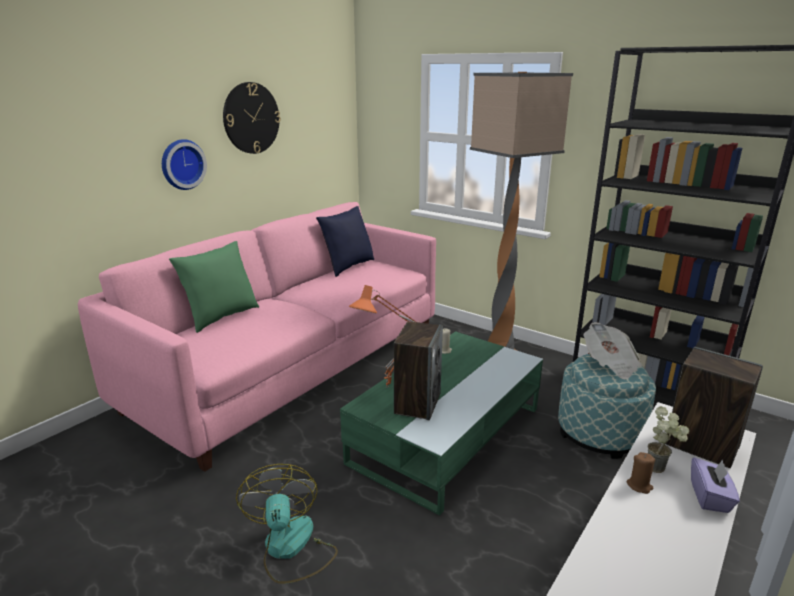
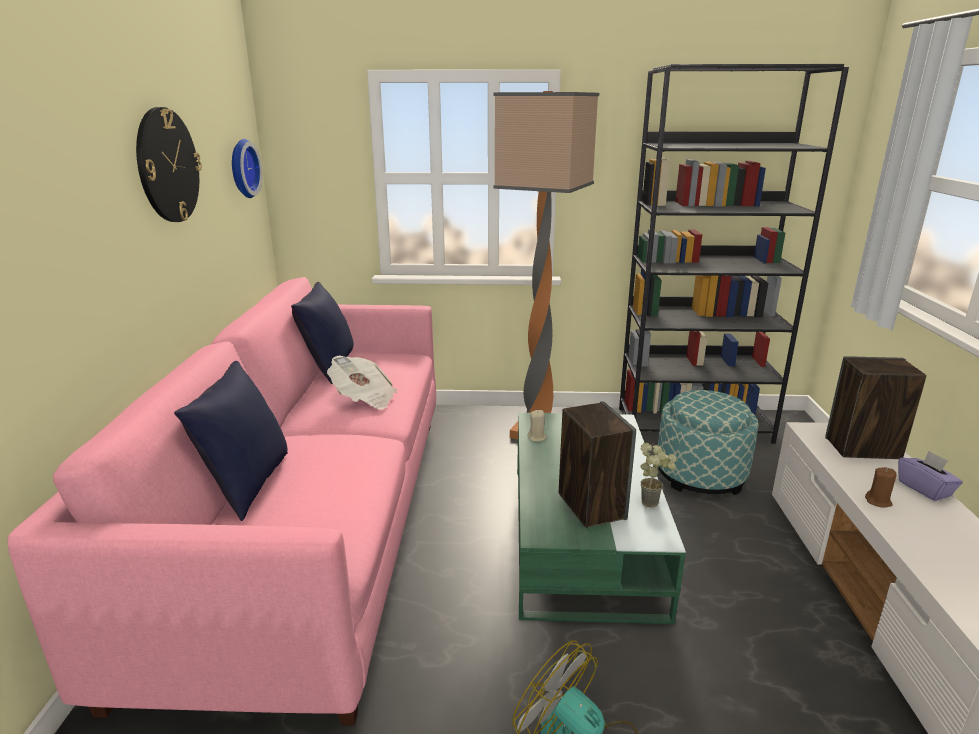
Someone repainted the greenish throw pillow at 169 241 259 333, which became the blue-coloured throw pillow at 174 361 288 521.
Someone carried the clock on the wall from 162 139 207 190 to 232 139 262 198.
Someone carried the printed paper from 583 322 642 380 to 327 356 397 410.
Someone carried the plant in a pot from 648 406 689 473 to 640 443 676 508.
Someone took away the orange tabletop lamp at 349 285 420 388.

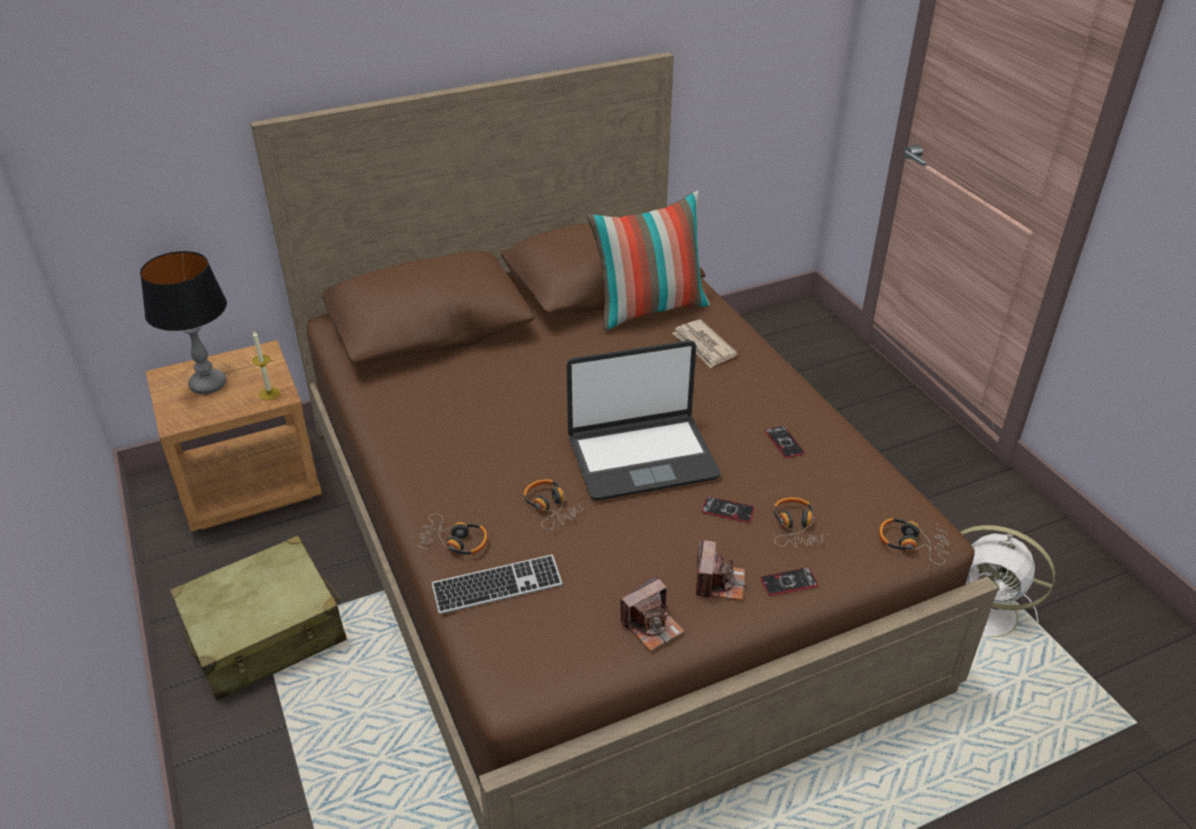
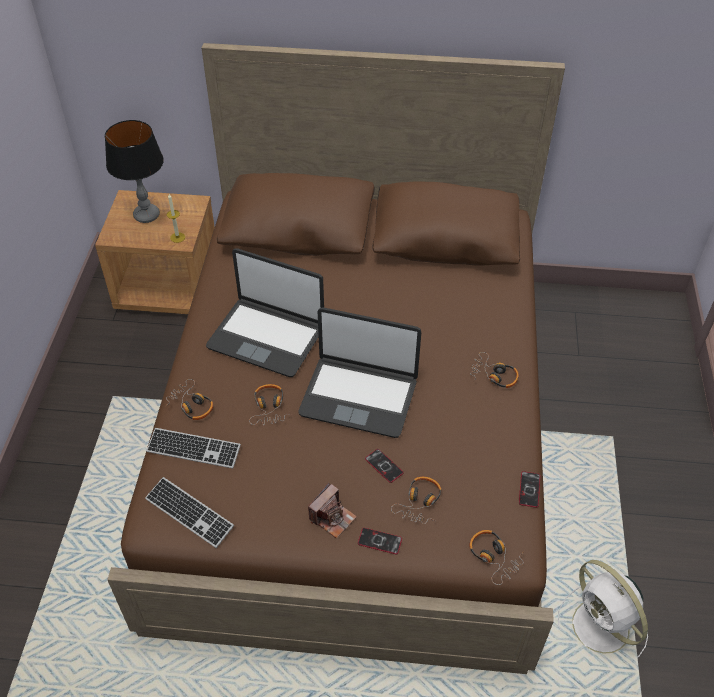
Someone put down the PC keyboard at 145 477 234 548.
Someone put down the portable computer at 206 248 324 377.
Someone put down the pair of headphones at 470 352 519 388.
Someone carried the handset from 765 425 805 458 to 519 471 540 508.
Someone took away the beige piece of luggage at 170 535 347 701.
Someone took away the throw pillow at 587 190 710 331.
Someone took away the still camera at 620 577 685 651.
Someone took away the printed paper at 672 320 738 368.

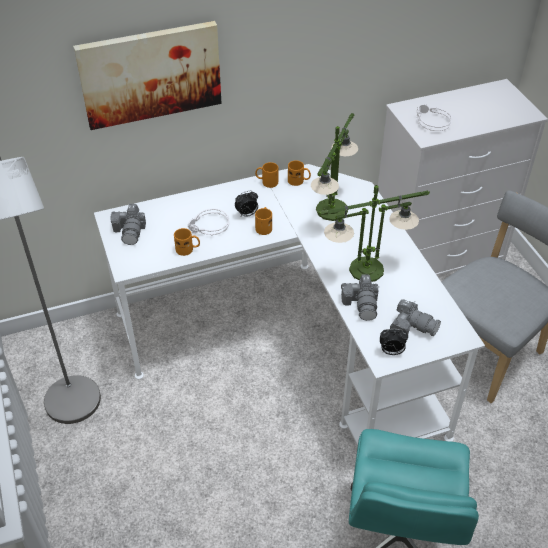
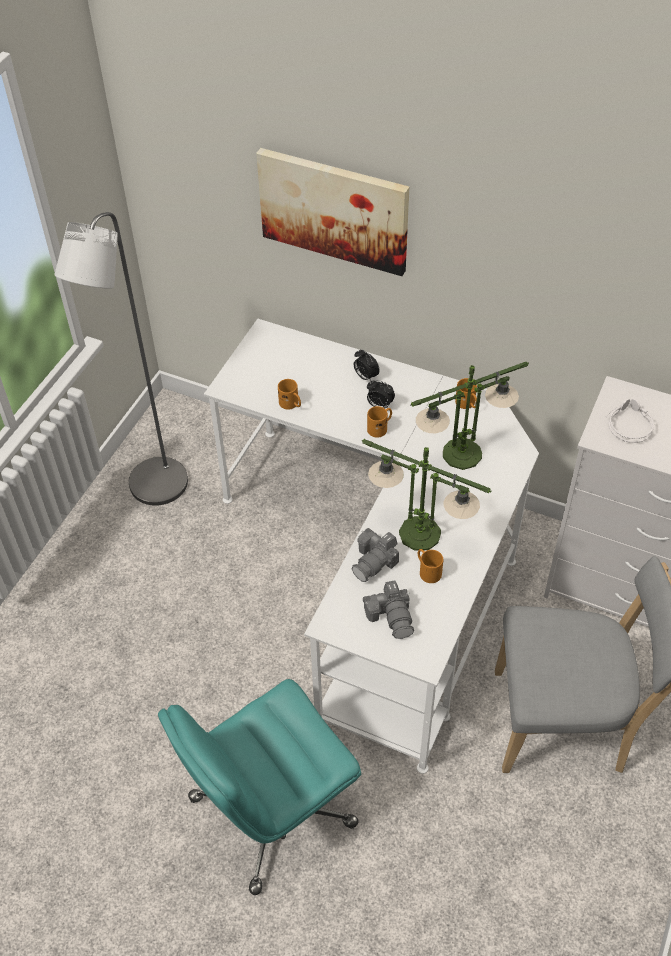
Someone carried the table clock from 380 329 408 355 to 354 349 380 381.
Someone carried the orange coffee mug from 255 162 278 188 to 418 549 443 583.
Someone took away the still camera at 110 204 146 245.
Someone took away the whitish pair of headphones at 188 209 229 235.

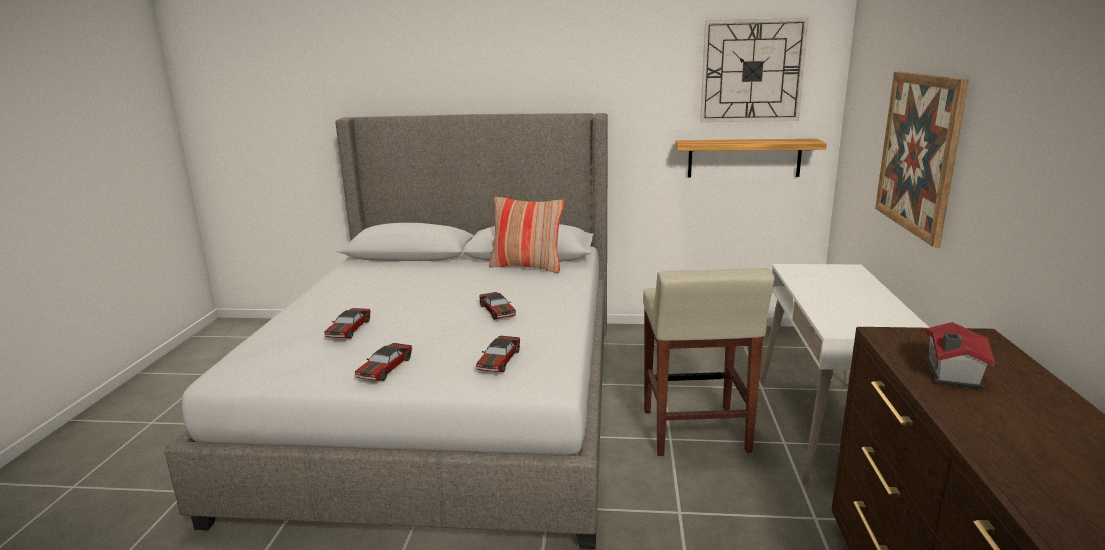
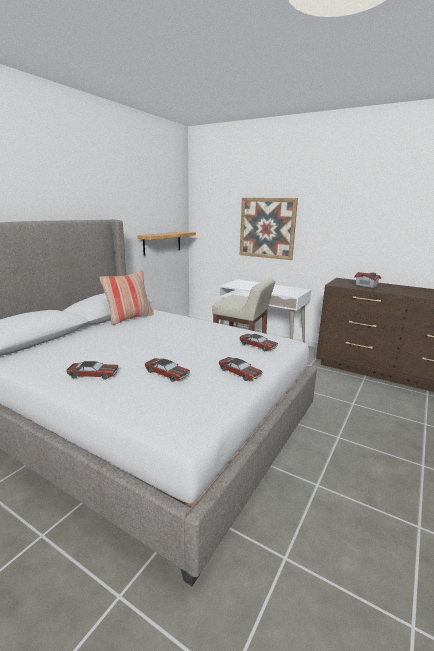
Someone carried the toy car from 479 292 516 320 to 66 361 119 380.
Someone took away the clock on the wall at 700 18 809 122.

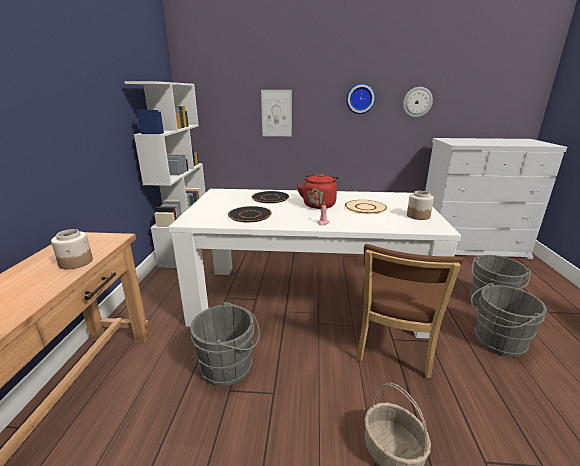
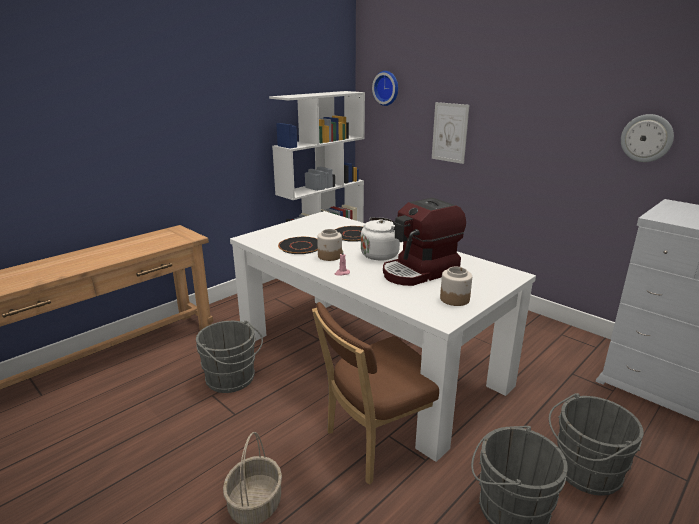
Someone carried the preserve jar from 51 229 93 270 to 317 229 342 261.
Someone repainted the red-coloured tea kettle at 297 174 339 209, which became the whitish tea kettle at 361 217 400 261.
Someone carried the clock on the wall from 346 83 376 114 to 372 71 398 106.
Someone swapped the beige plate at 345 200 387 214 for the coffee brewer at 383 198 466 286.

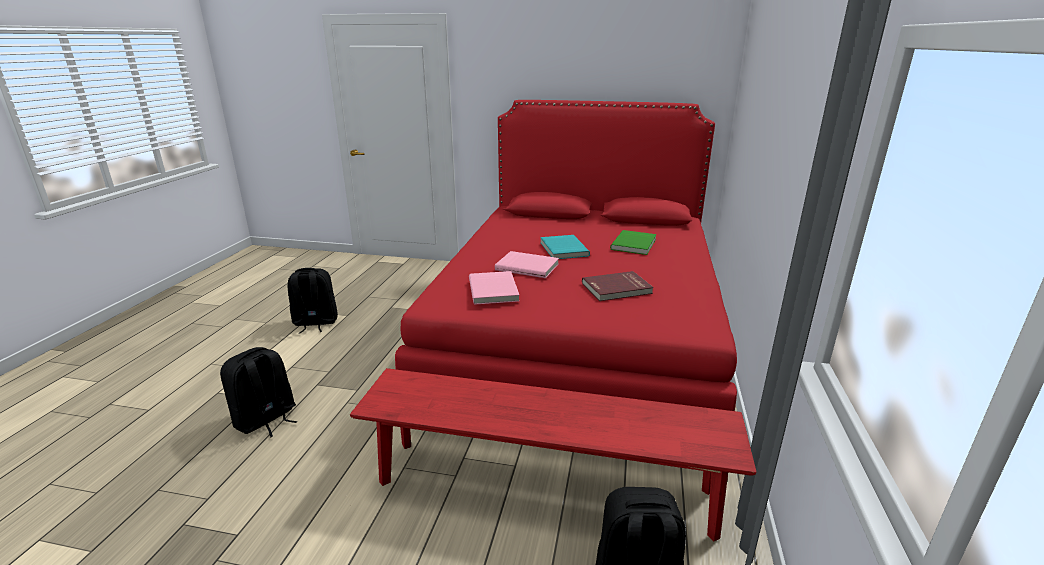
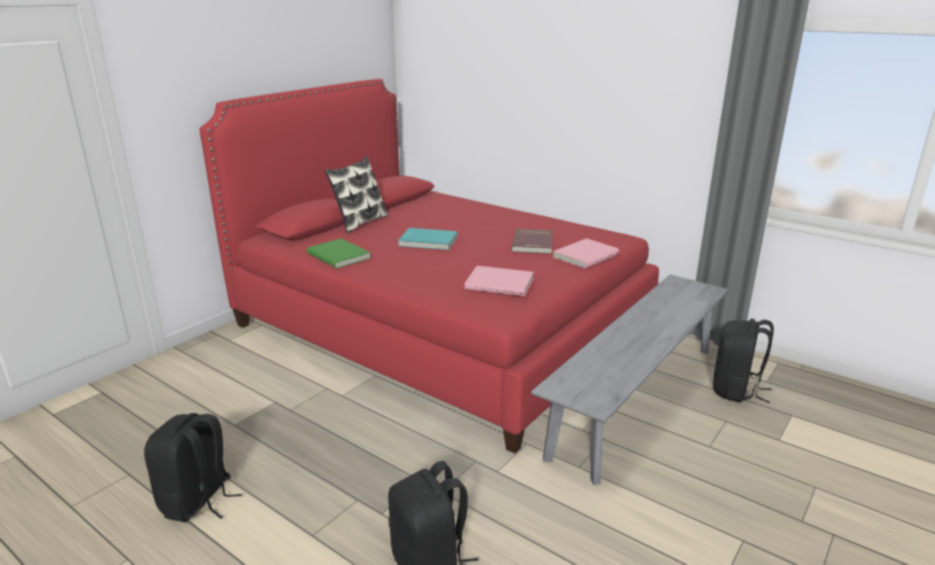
Someone carried the greenish bound book from 610 230 657 255 to 307 238 371 269.
Someone put down the throw pillow at 325 156 388 234.
Someone repainted the red-coloured indoor bench at 350 368 757 542, which became the greyish indoor bench at 531 275 729 485.
Someone carried the pink bound book from 495 251 559 278 to 553 238 619 269.

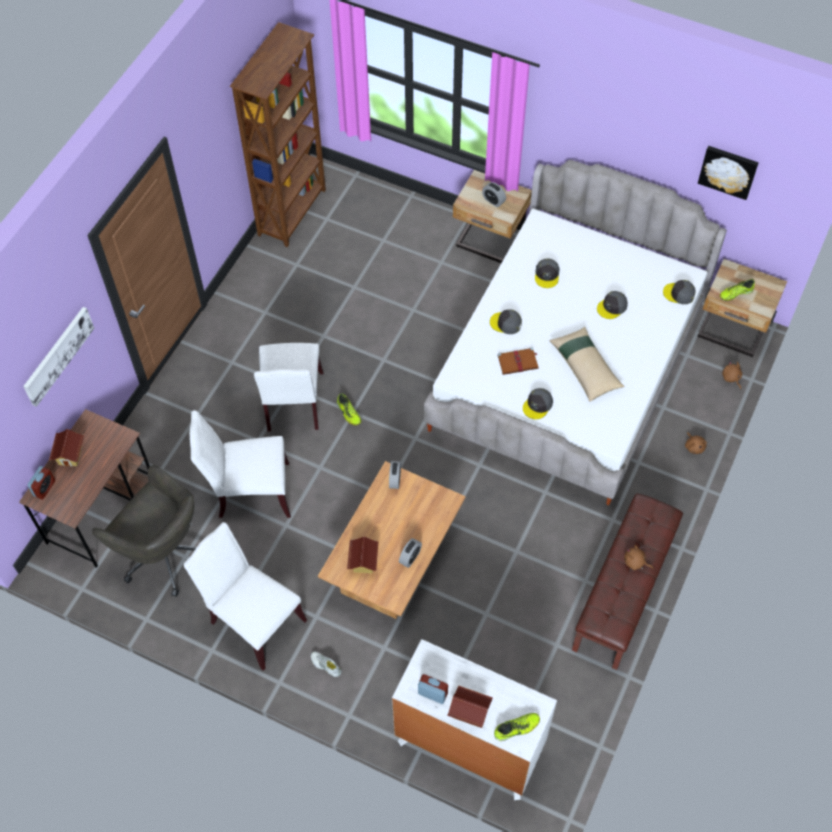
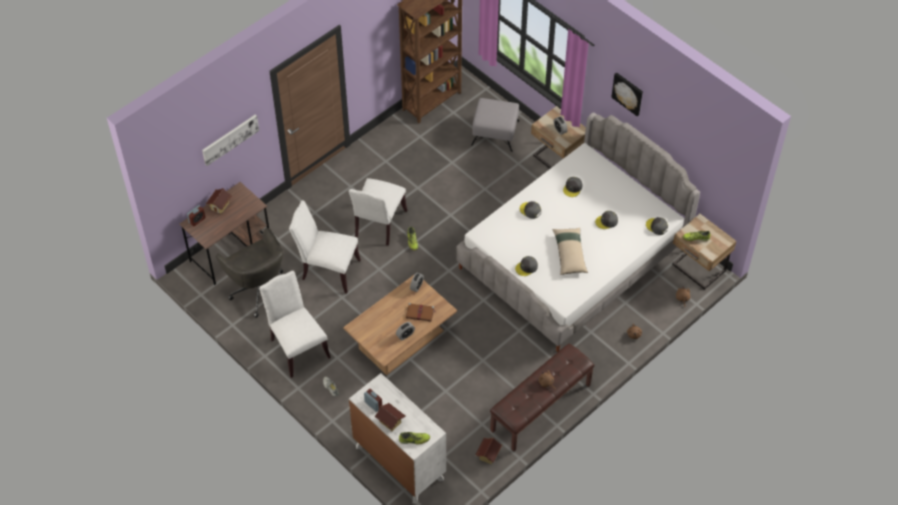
Someone carried the brown-coloured bound book from 498 348 538 375 to 406 303 435 321.
Someone put down the greyish pouffe at 471 98 519 152.
Someone carried the miniature house from 347 536 379 573 to 476 438 502 464.
Someone carried the picture from 698 146 759 200 to 611 72 643 116.

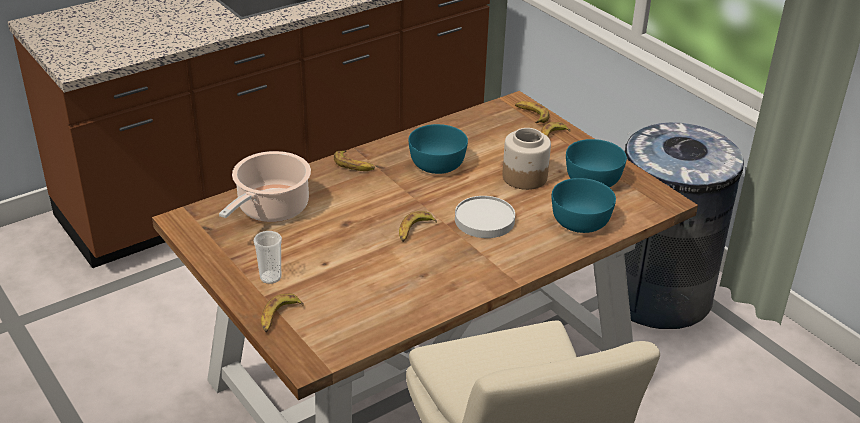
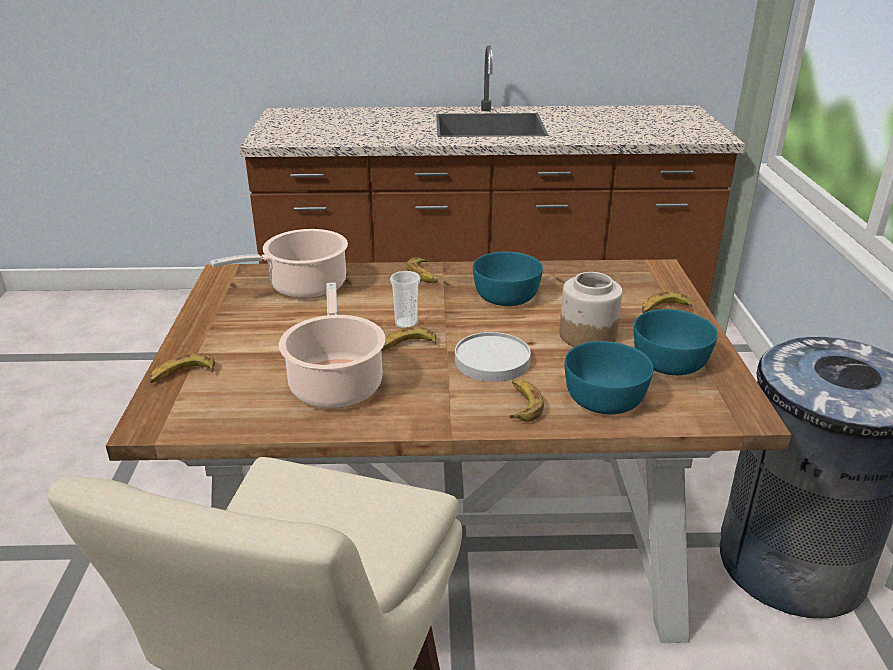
Someone put down the saucepot at 279 282 385 408.
Someone carried the cup from 254 231 282 284 to 390 271 420 328.
Someone carried the banana from 515 101 550 123 to 509 379 544 422.

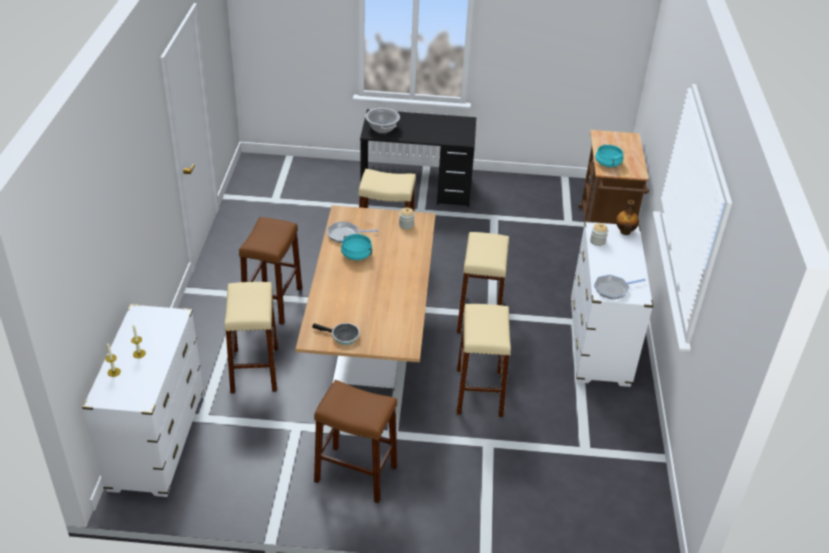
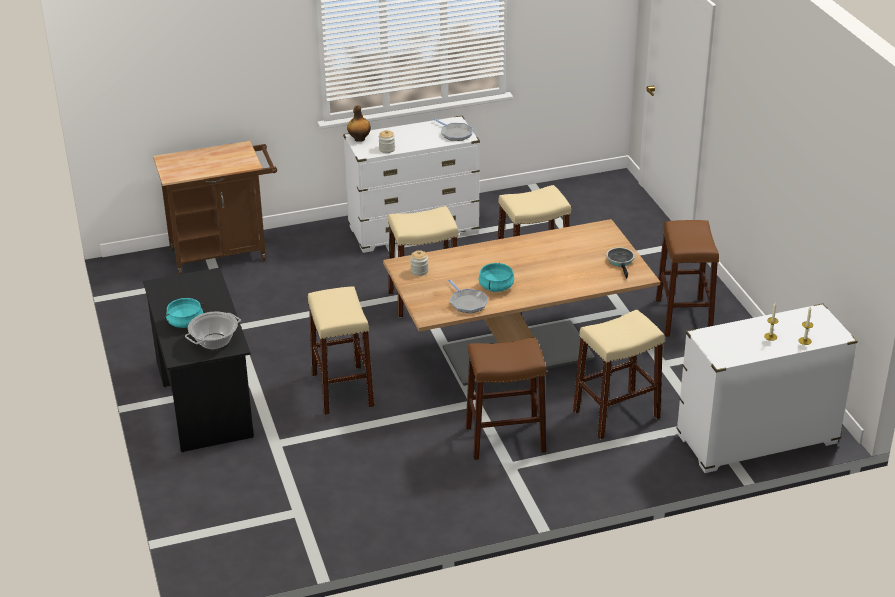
Someone carried the turquoise-coloured saucepot from 595 144 624 167 to 164 298 205 328.

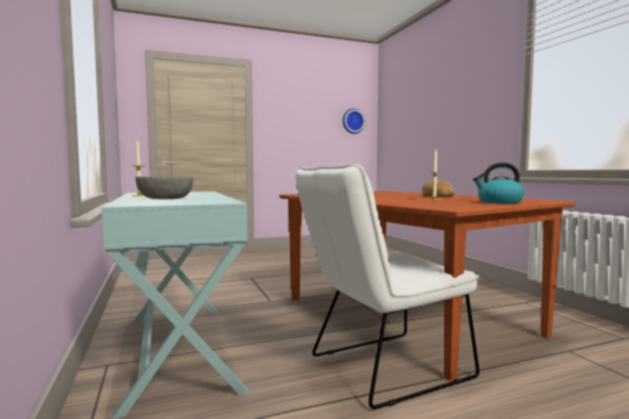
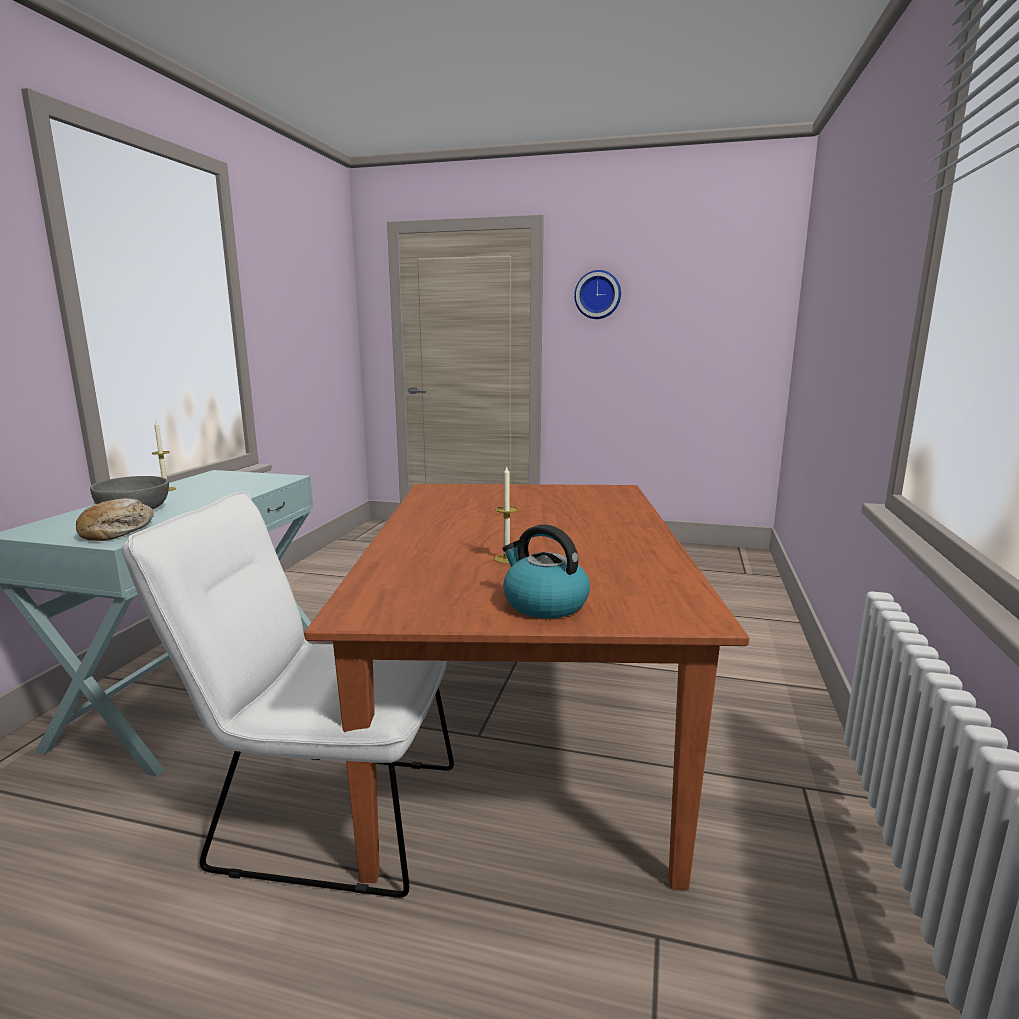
Someone carried the bread from 422 181 455 197 to 76 498 154 541.
Someone carried the clock on the wall from 343 109 365 134 to 574 270 621 319.

